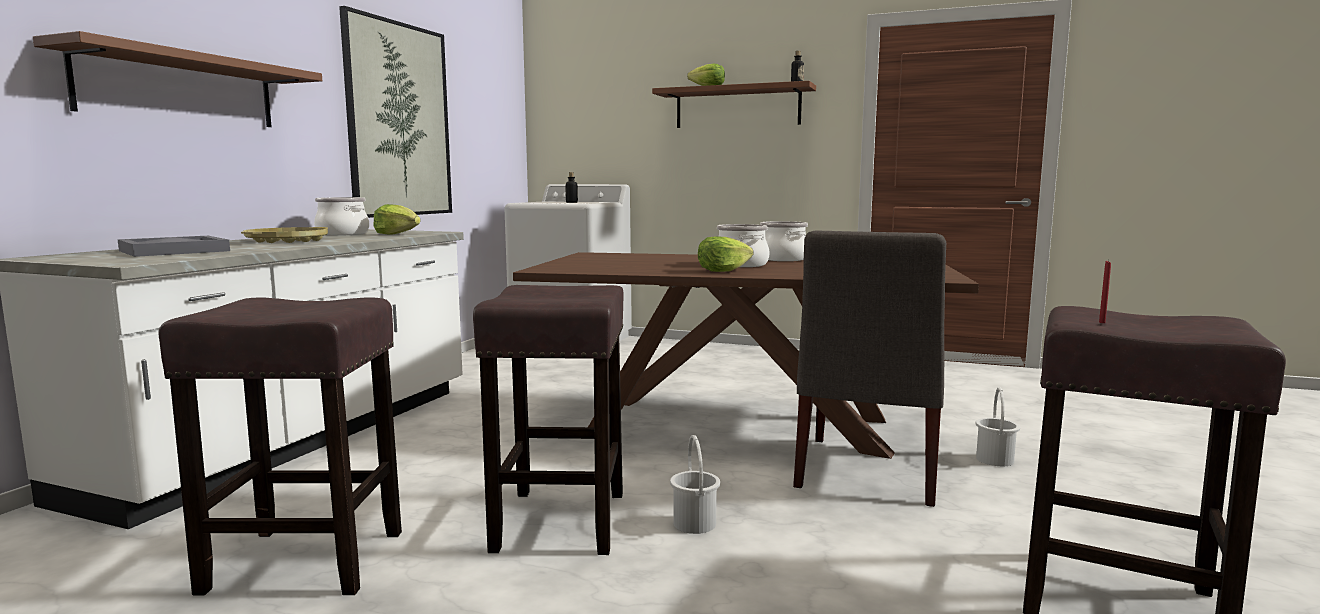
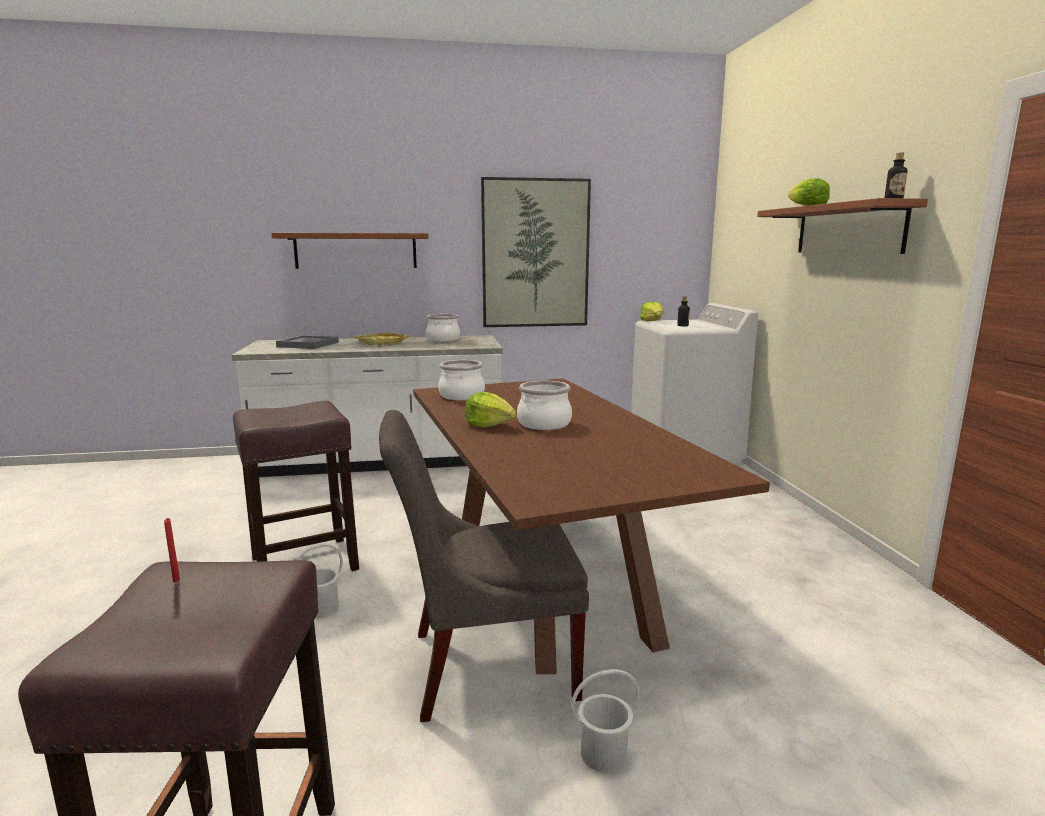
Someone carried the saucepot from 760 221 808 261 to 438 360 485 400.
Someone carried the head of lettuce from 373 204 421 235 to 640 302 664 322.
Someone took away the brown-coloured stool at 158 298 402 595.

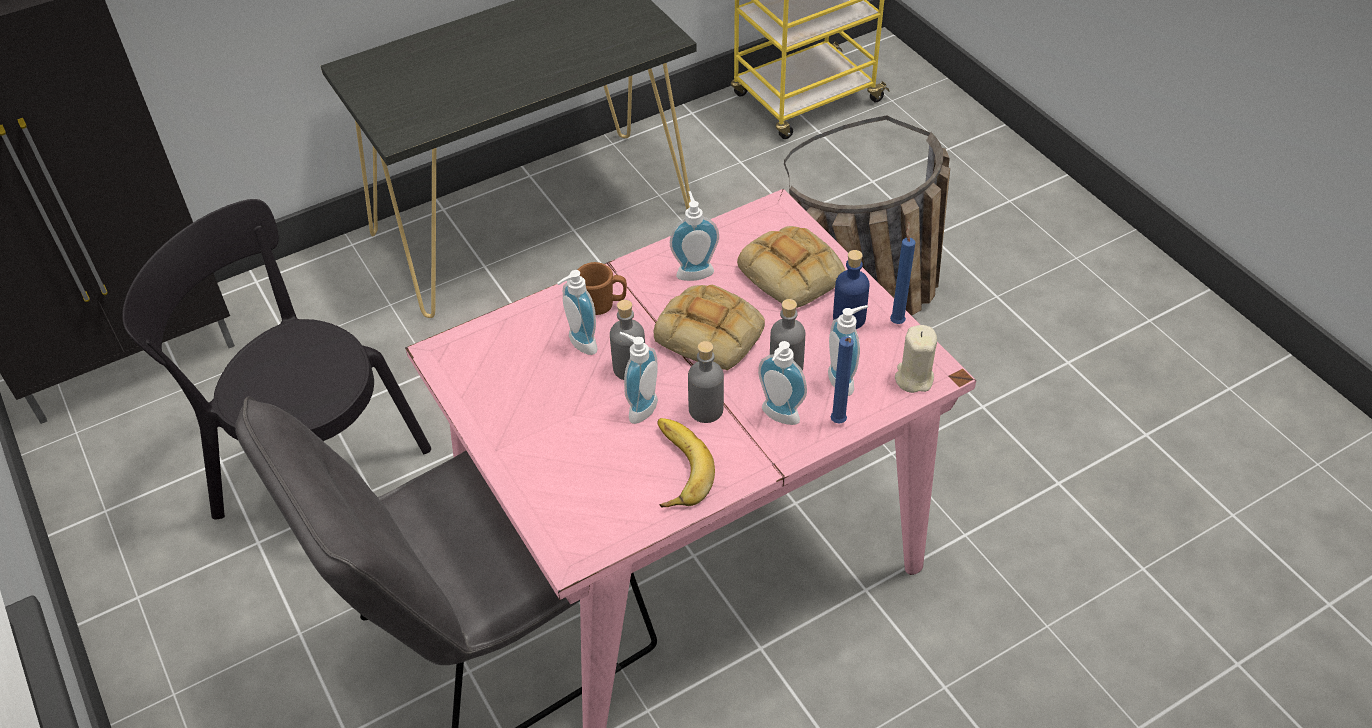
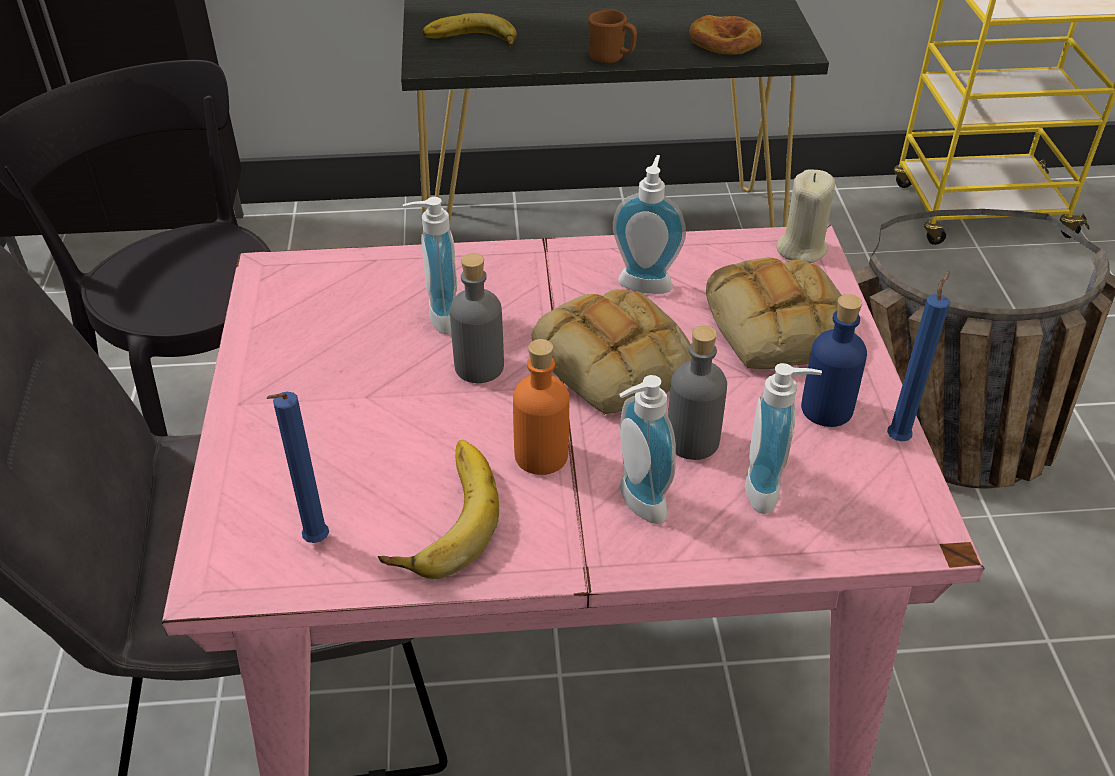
Someone carried the blue-coloured wax light from 831 336 854 424 to 267 392 329 543.
Someone put down the banana at 423 13 517 47.
Someone repainted the greyish beverage bottle at 688 341 724 423, which became the orange beverage bottle at 513 339 569 475.
Someone carried the brown-coloured coffee mug from 578 262 627 315 to 588 9 637 63.
Someone put down the bread at 689 15 762 55.
Someone carried the beige wax light from 895 325 937 393 to 776 169 835 263.
Someone took away the soap dispenser at 619 332 658 424.

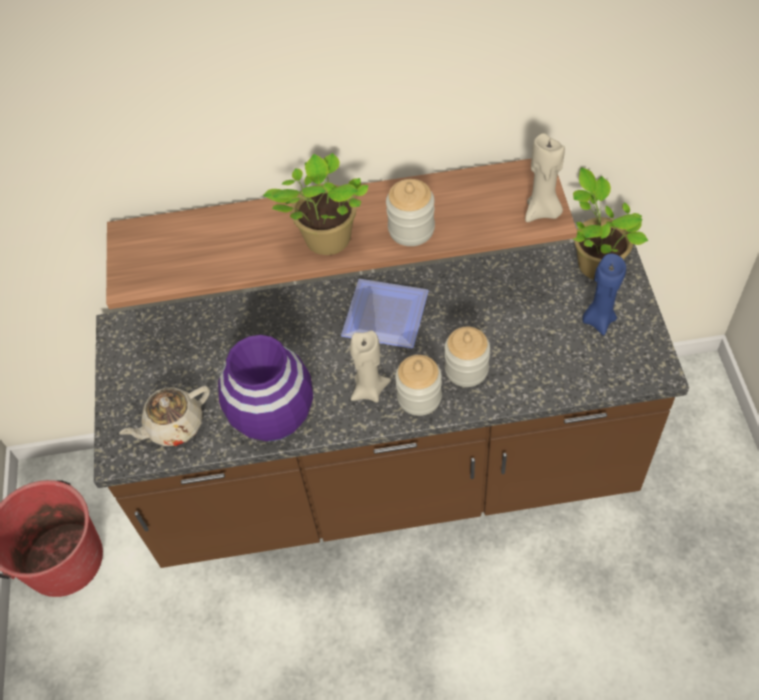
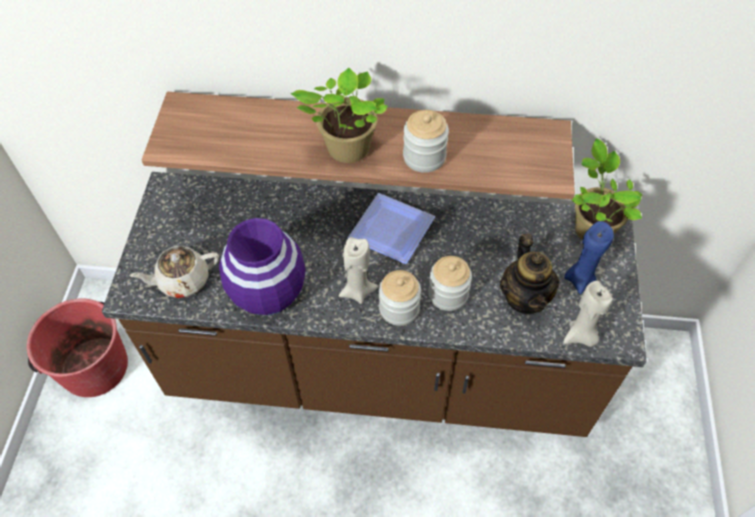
Someone put down the teapot at 500 234 559 314.
Someone carried the beige wax light from 525 133 565 222 to 564 281 613 347.

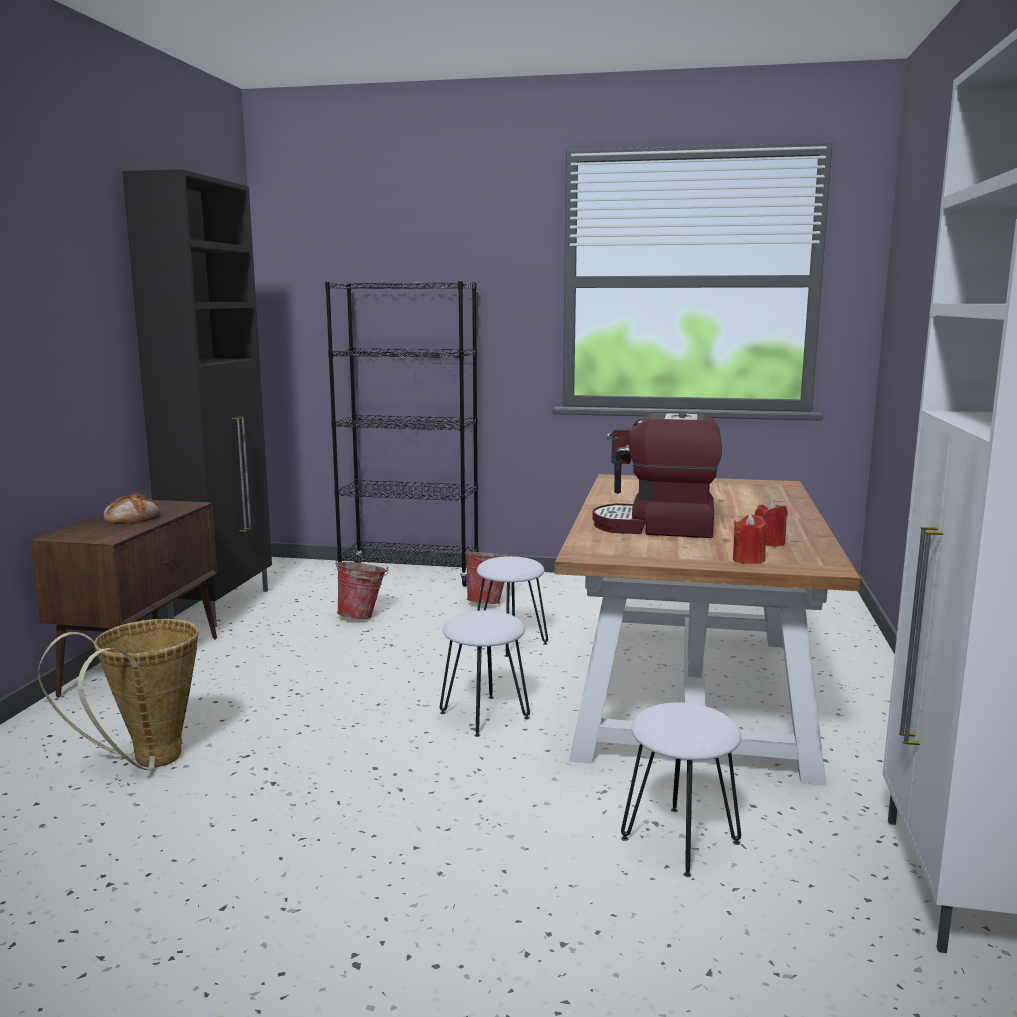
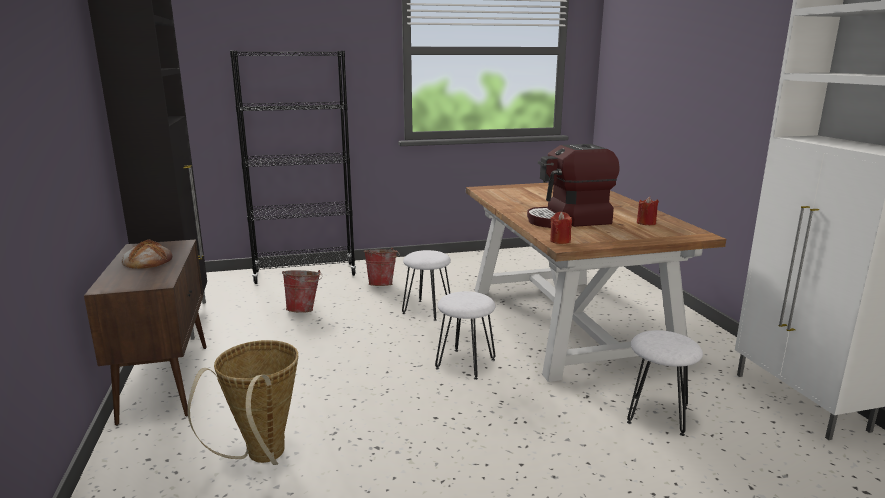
Someone carried the red-coloured wax light from 733 514 768 564 to 550 212 572 244.

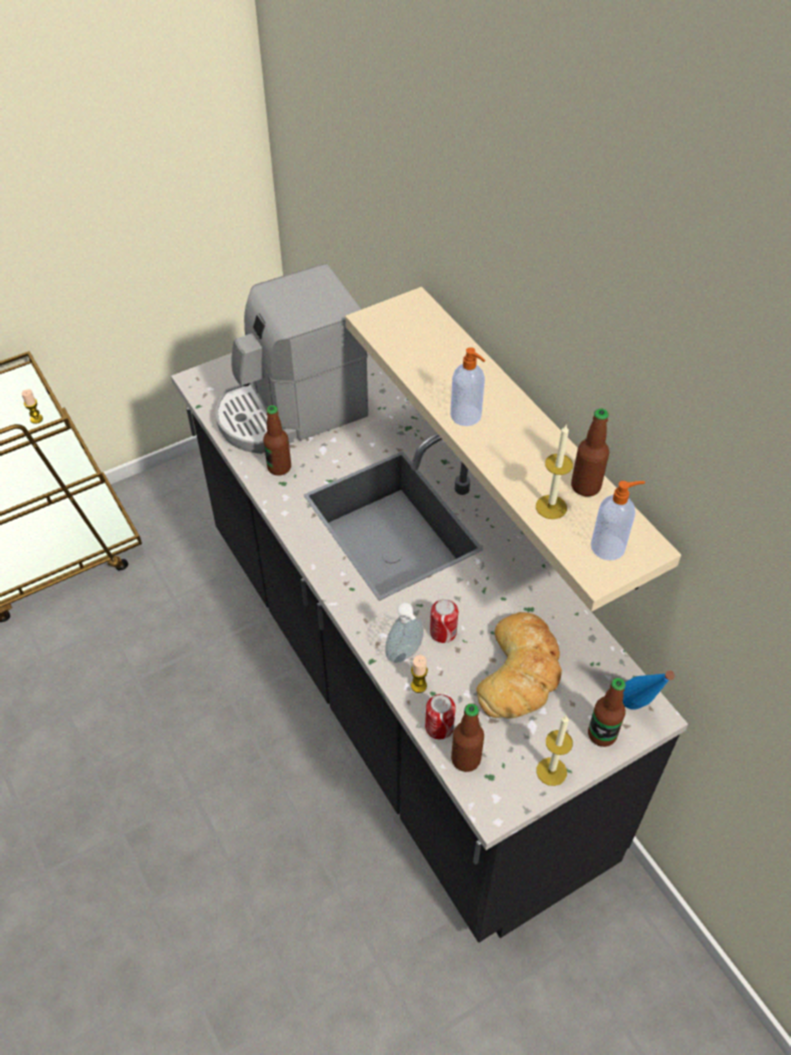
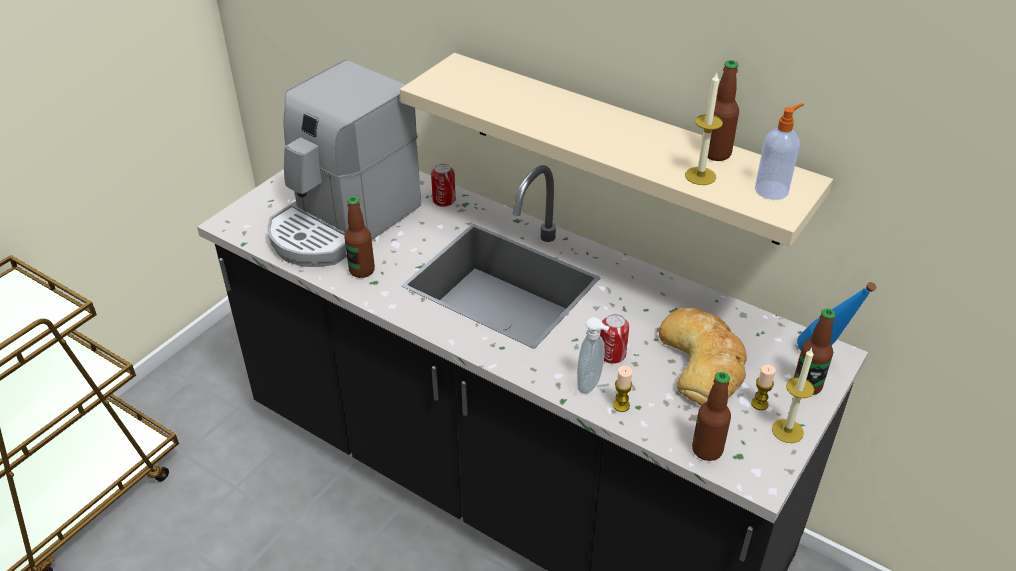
Someone carried the sealed can from 425 694 456 739 to 431 164 456 207.
Someone carried the wax light from 22 389 43 424 to 751 365 776 410.
Someone took away the soap dispenser at 450 347 485 426.

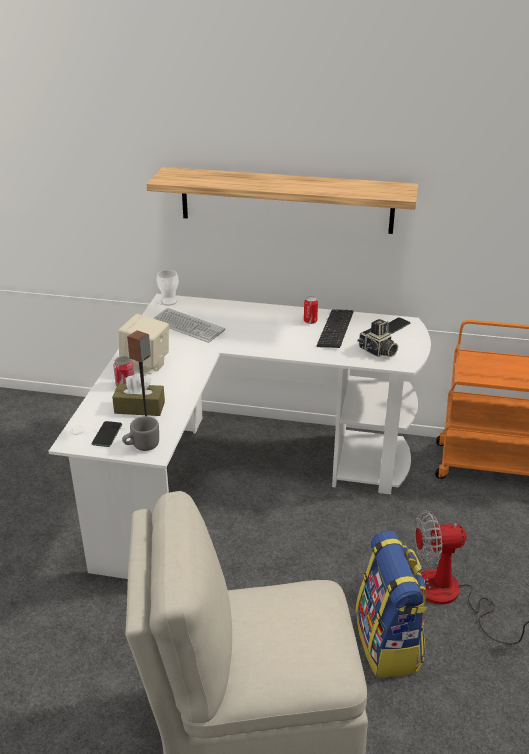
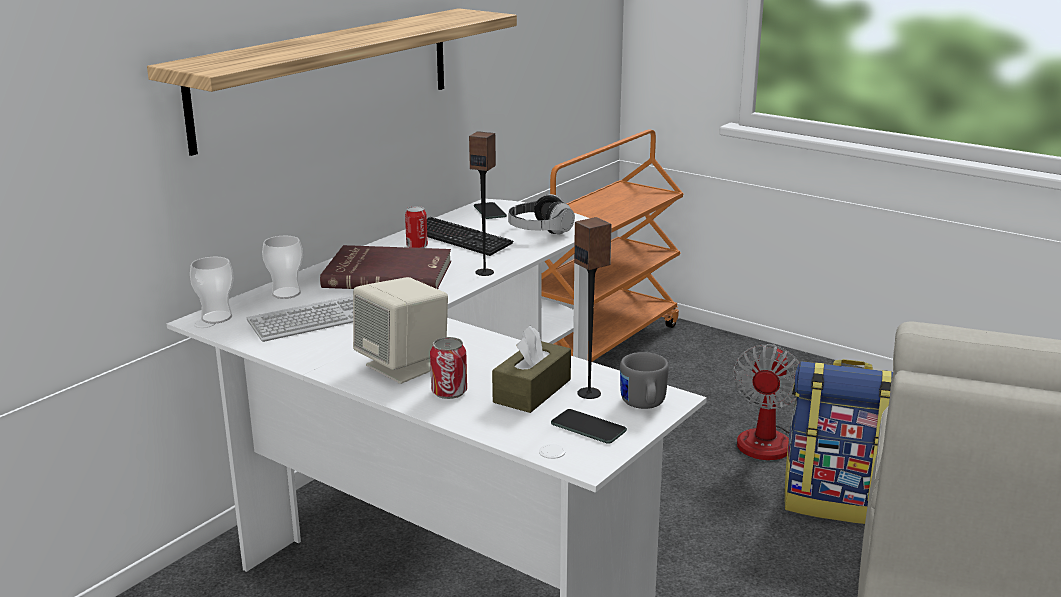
Someone put down the cup at 262 236 303 299.
Someone put down the red-coloured bound book at 320 245 451 289.
Someone put down the loudspeaker at 469 131 496 276.
Someone swapped the still camera at 357 319 398 357 for the pair of headphones at 508 194 575 234.

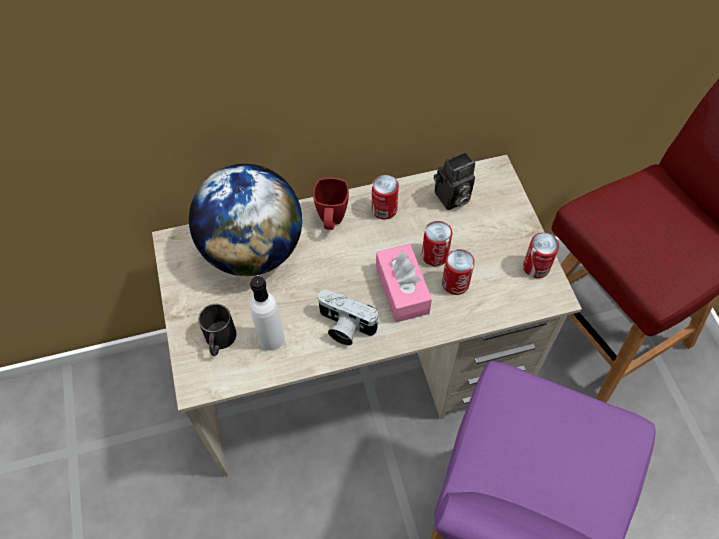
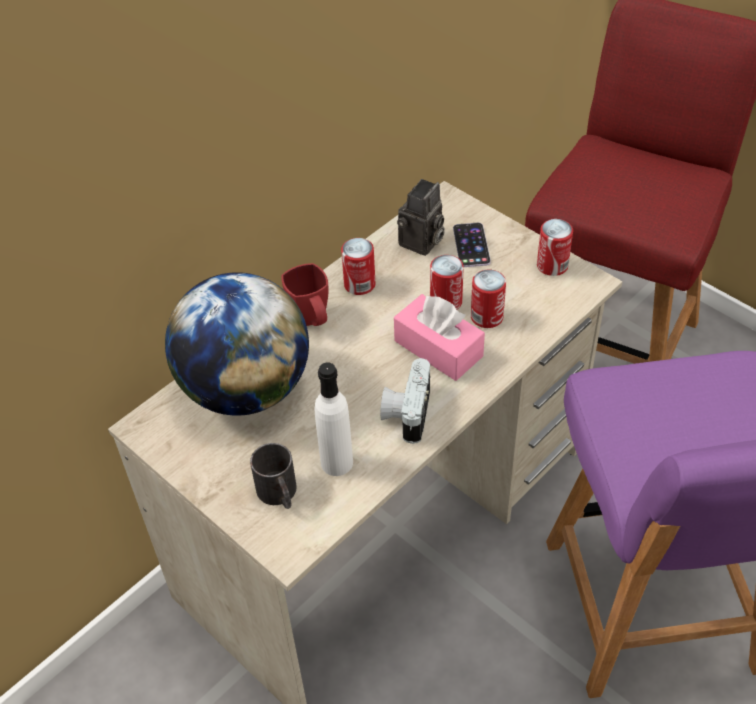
Someone rotated the still camera at 317 290 379 346 by 105 degrees clockwise.
Someone put down the handset at 453 223 491 267.

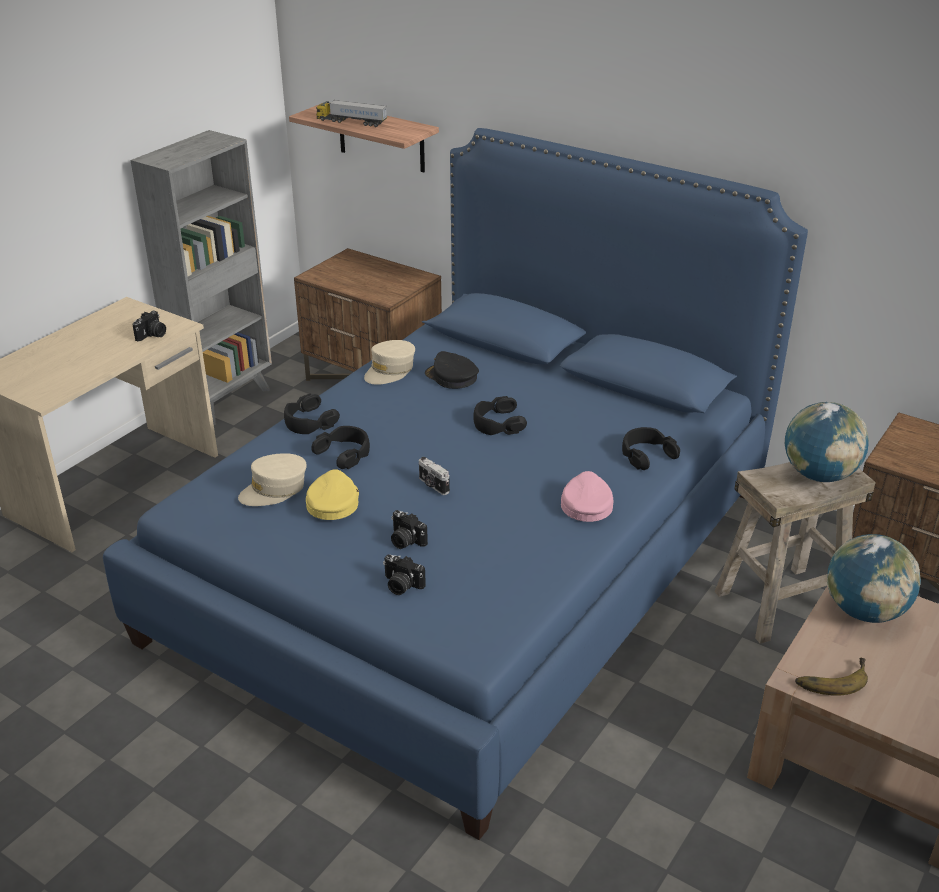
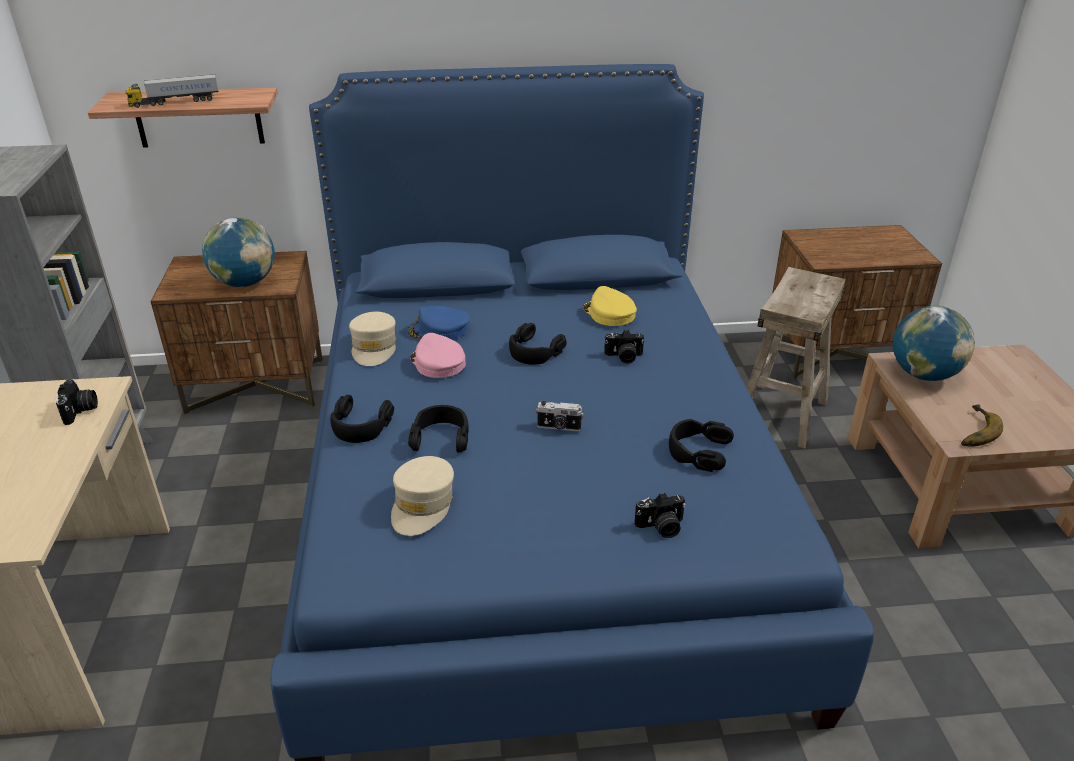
Someone carried the desk globe from 785 402 869 482 to 202 217 275 287.
Someone repainted the black-coloured cap at 425 351 479 389, which became the blue-coloured cap at 407 306 470 340.
Someone carried the pink cap from 561 471 614 522 to 410 333 466 378.
Someone carried the yellow cap from 306 469 359 520 to 583 286 637 326.
Someone carried the still camera from 391 510 428 549 to 604 330 644 363.
Someone carried the black-coloured pair of headphones from 622 427 680 470 to 669 419 734 472.

